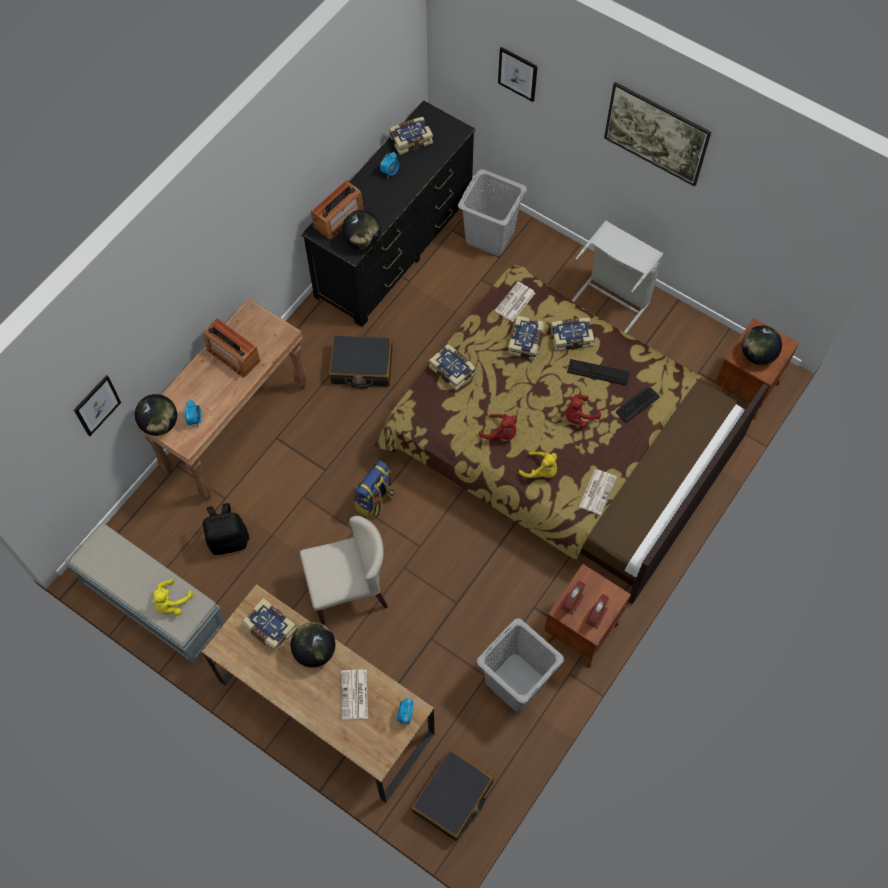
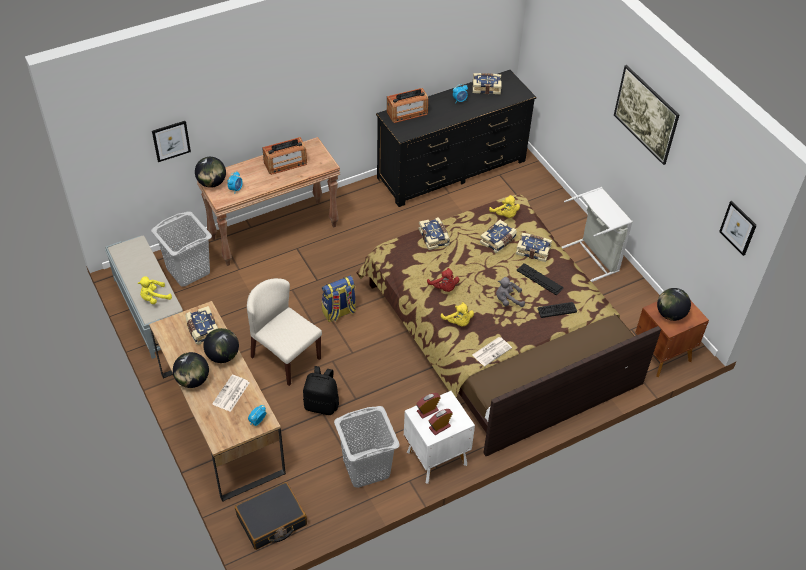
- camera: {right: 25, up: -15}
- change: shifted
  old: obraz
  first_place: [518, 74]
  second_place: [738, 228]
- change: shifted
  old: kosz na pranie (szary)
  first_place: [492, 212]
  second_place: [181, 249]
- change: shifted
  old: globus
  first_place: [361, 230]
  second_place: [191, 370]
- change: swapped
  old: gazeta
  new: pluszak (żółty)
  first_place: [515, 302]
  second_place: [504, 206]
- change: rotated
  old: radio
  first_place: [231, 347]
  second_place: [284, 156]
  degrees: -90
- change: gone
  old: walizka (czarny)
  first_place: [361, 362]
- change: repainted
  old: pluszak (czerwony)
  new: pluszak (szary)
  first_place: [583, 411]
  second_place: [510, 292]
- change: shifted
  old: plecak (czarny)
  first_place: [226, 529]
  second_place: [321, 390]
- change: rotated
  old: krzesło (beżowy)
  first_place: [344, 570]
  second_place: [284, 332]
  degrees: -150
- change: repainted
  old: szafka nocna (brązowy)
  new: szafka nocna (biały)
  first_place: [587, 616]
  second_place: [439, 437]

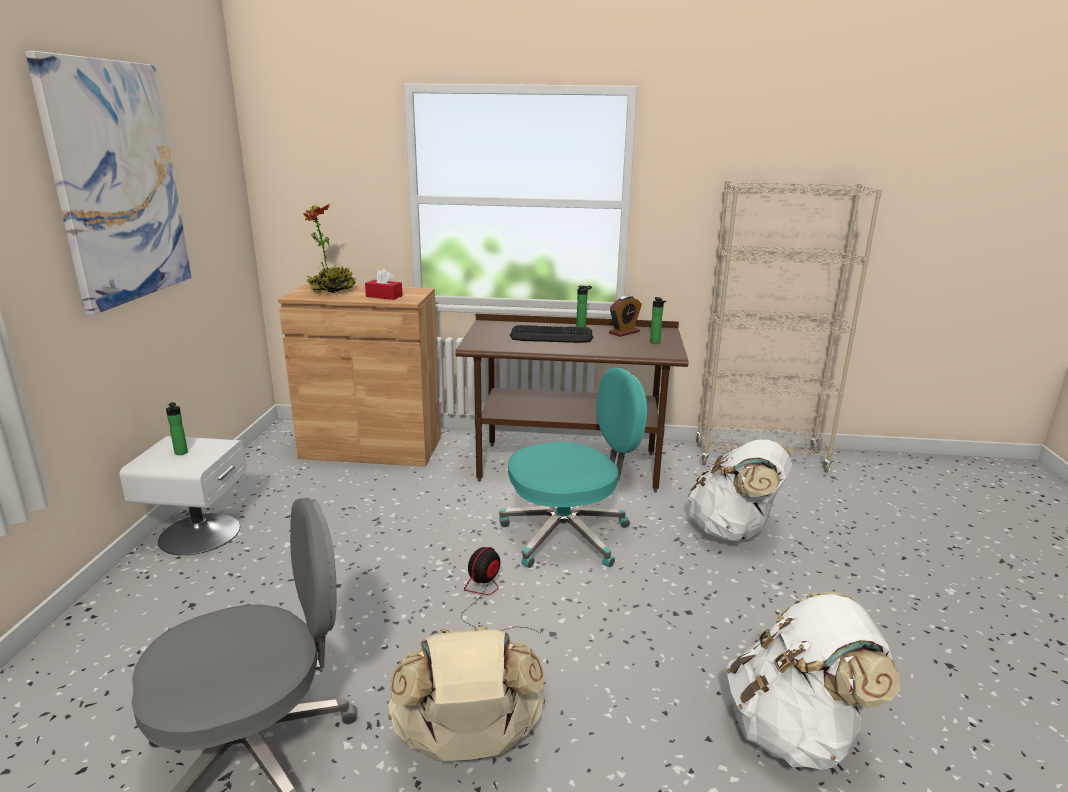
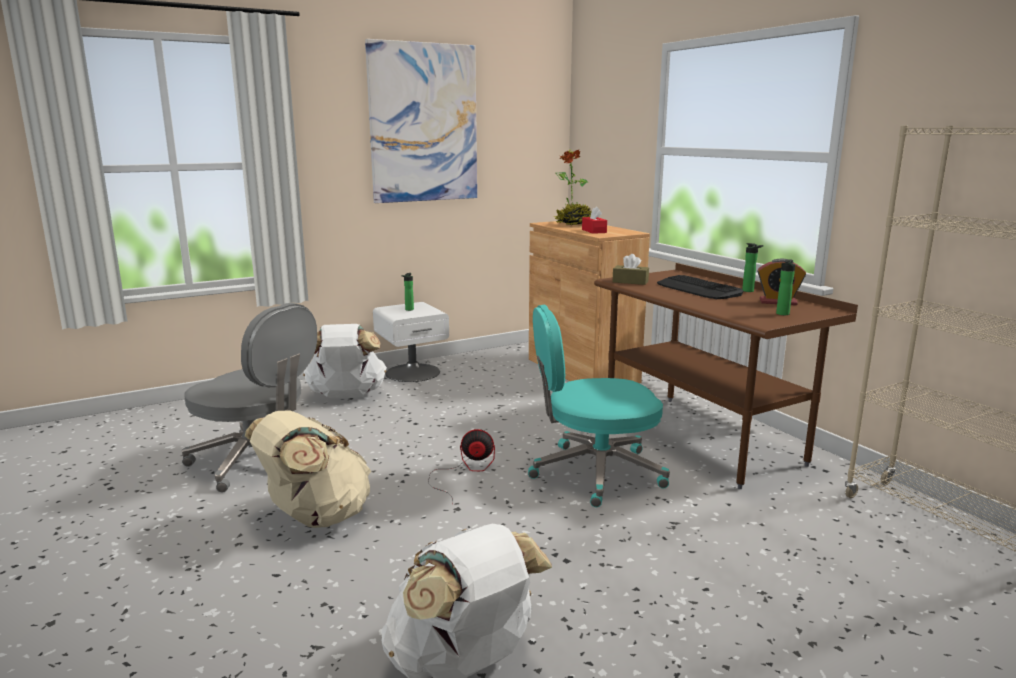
- camera: {right: 55, up: -5}
- change: rotated
  old: krzesło biurowe (turkusowy)
  first_place: [573, 468]
  second_place: [599, 406]
  degrees: 135
- change: shifted
  old: plecak (biały)
  first_place: [740, 490]
  second_place: [345, 361]
- change: new
  new: pudełko chusteczek (brązowy)
  second_place: [631, 269]

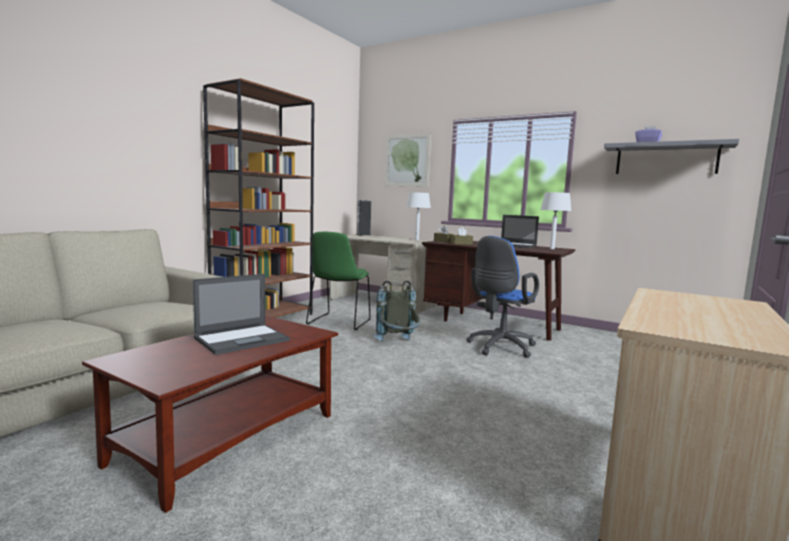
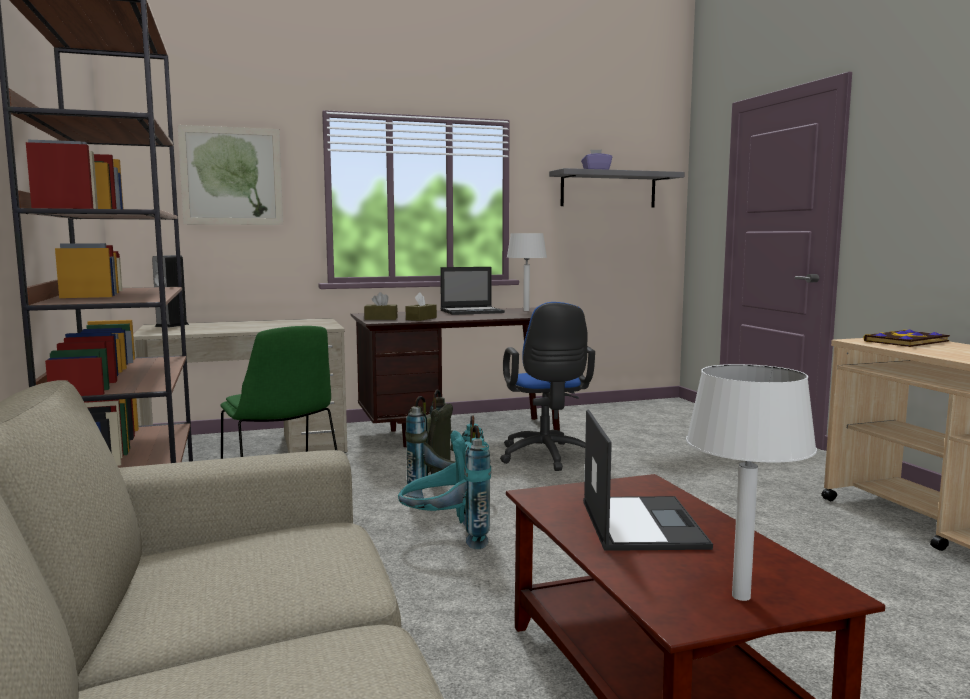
- camera: {right: -50, up: 0}
- change: shifted
  old: lampa stołowa (biały)
  first_place: [418, 216]
  second_place: [751, 482]
- change: new
  new: książka
  second_place: [906, 338]
- change: new
  new: plecak (turkusowy)
  second_place: [444, 482]

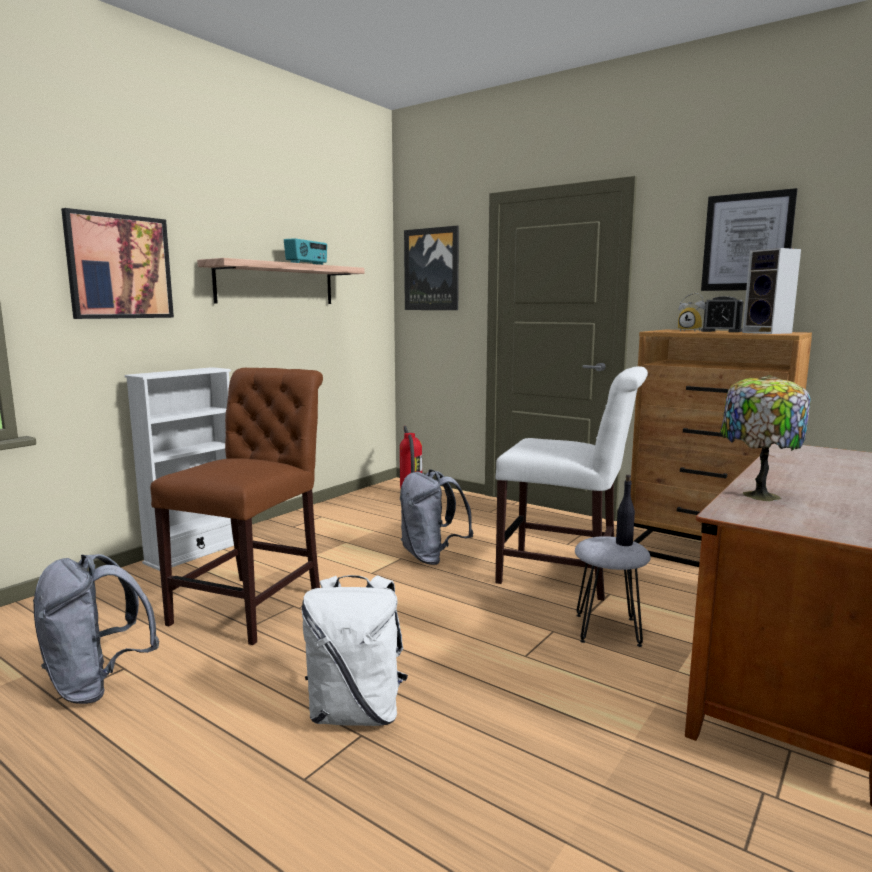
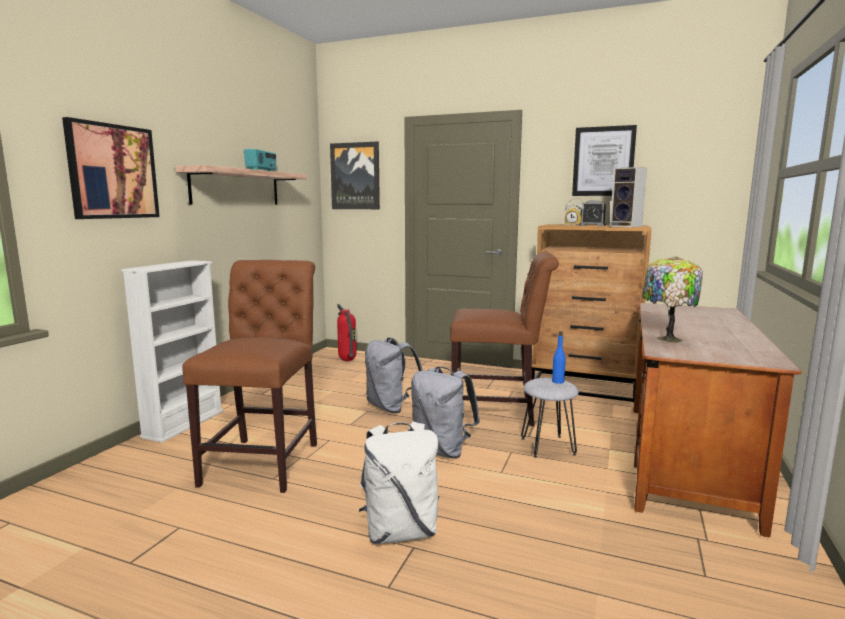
- camera: {right: -15, up: 0}
- change: repainted
  old: krzesło (biały)
  new: krzesło (brązowy)
  first_place: [571, 483]
  second_place: [504, 339]
- change: repainted
  old: butelka (czarny)
  new: butelka (niebieski)
  first_place: [625, 510]
  second_place: [559, 357]
- change: shifted
  old: plecak (szary)
  first_place: [96, 629]
  second_place: [445, 412]

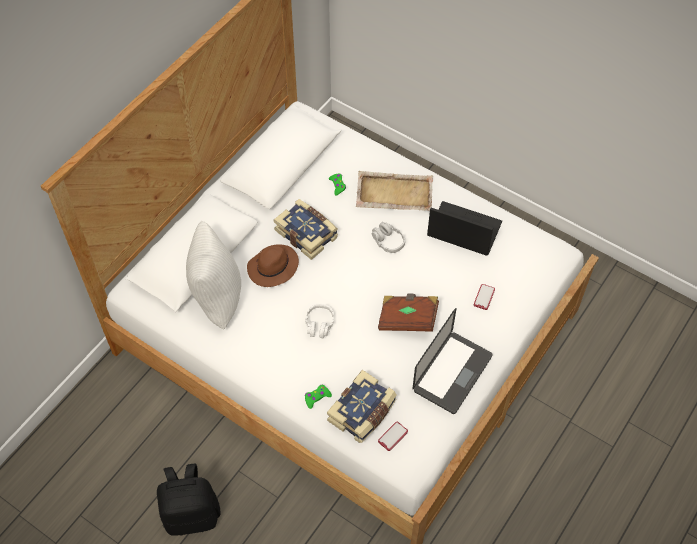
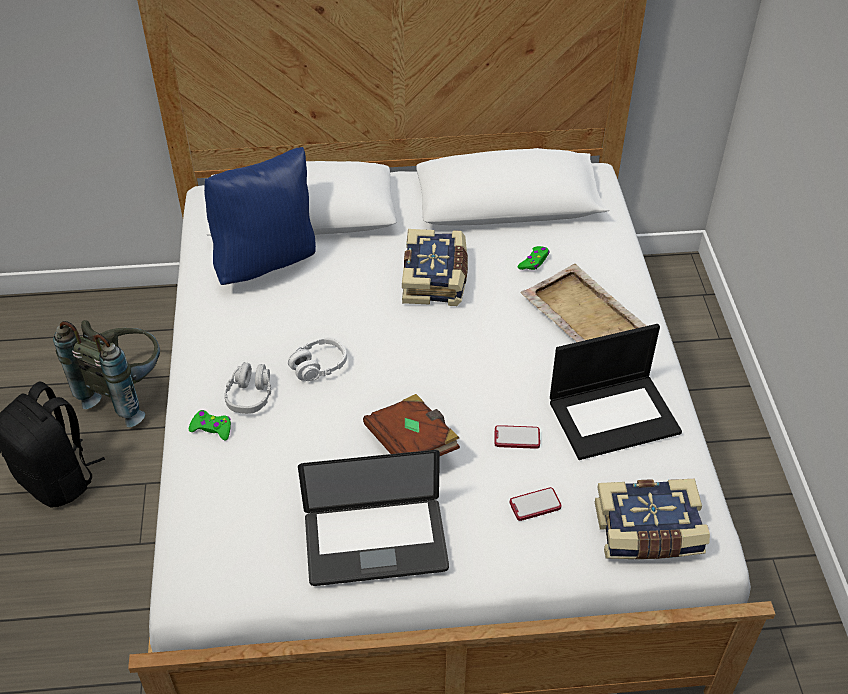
- camera: {right: 50, up: -10}
- change: rotated
  old: laptop
  first_place: [464, 228]
  second_place: [616, 392]
  degrees: 90
- change: repainted
  old: poduszka (biały)
  new: poduszka (niebieski)
  first_place: [213, 275]
  second_place: [260, 216]
- change: shifted
  old: słuchawki (szary)
  first_place: [388, 237]
  second_place: [247, 388]
- change: gone
  old: kapelusz (brązowy)
  first_place: [273, 265]
- change: shifted
  old: książka
  first_place: [361, 406]
  second_place: [652, 519]
- change: shifted
  old: telefon
  first_place: [393, 436]
  second_place: [517, 437]
- change: new
  new: plecak (szary)
  second_place: [106, 373]

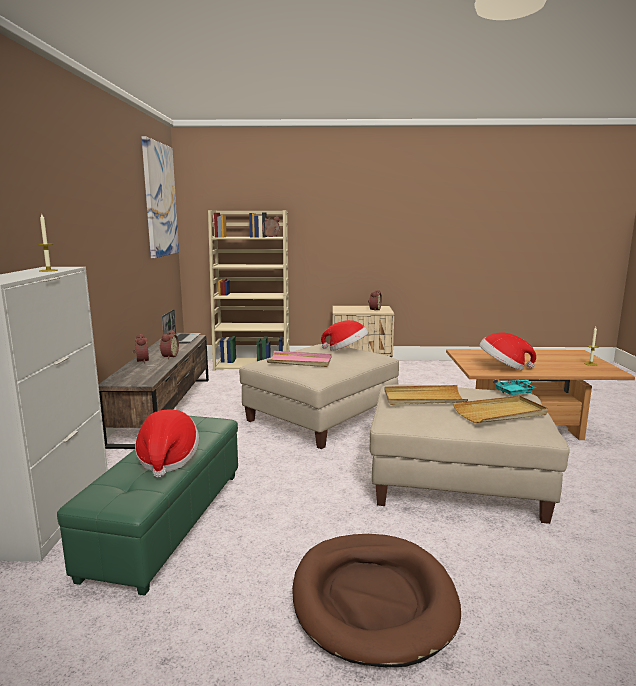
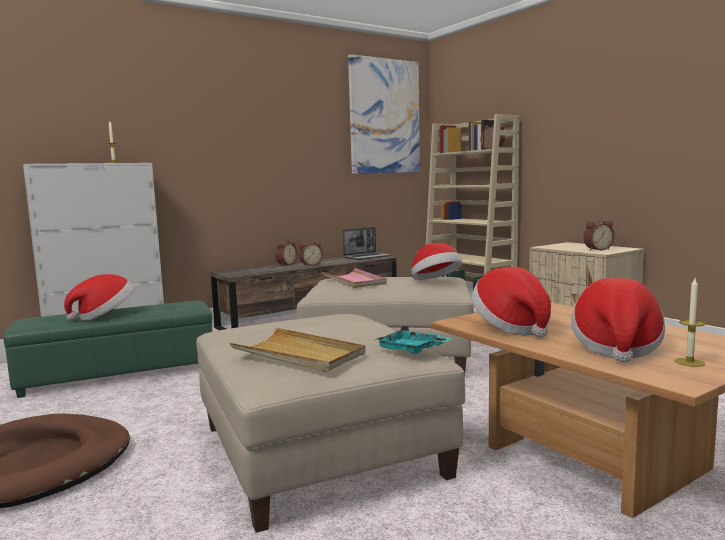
- camera: {right: 55, up: -5}
- change: gone
  old: taca (beżowy)
  first_place: [426, 395]
- change: new
  new: kapelusz
  second_place: [618, 320]

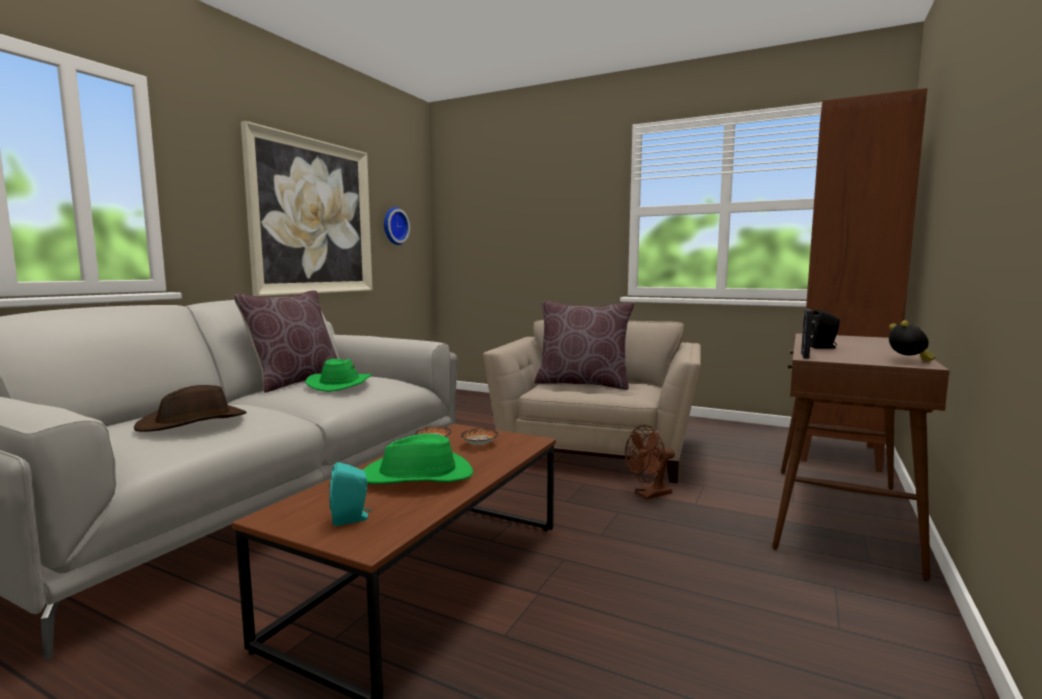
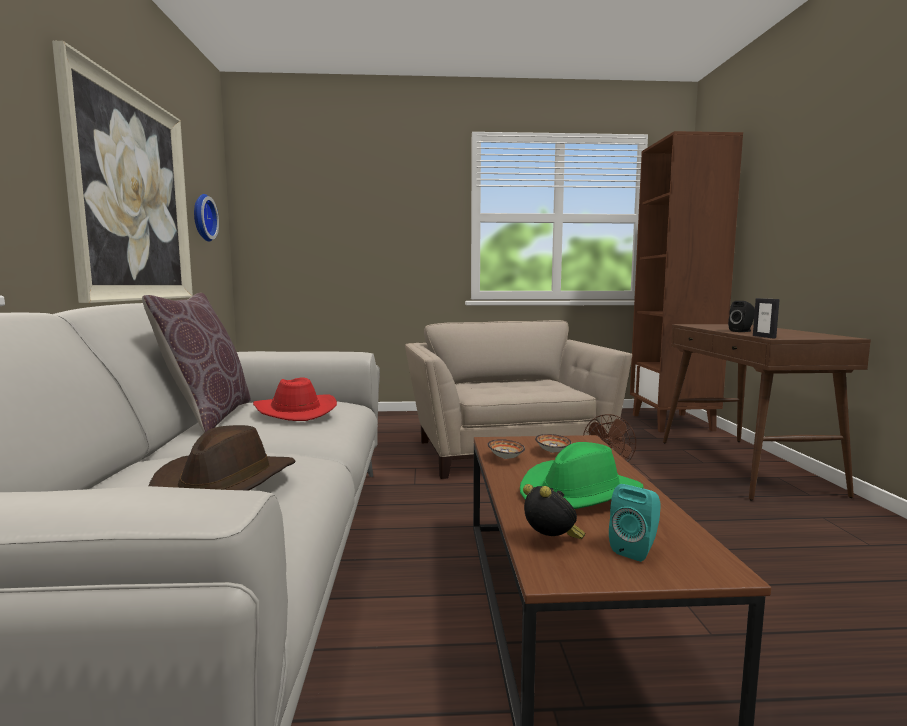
- camera: {right: -30, up: 0}
- change: gone
  old: poduszka (brązowy)
  first_place: [584, 345]
- change: shifted
  old: budzik
  first_place: [912, 340]
  second_place: [554, 511]
- change: repainted
  old: kapelusz (zielony)
  new: kapelusz (czerwony)
  first_place: [338, 375]
  second_place: [295, 399]

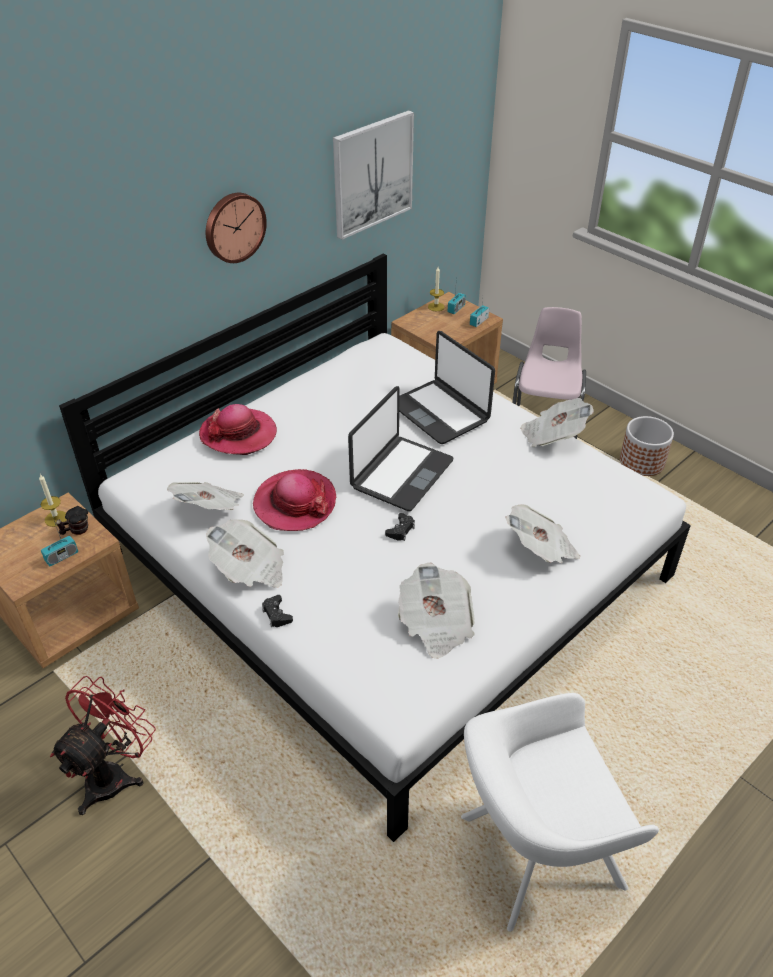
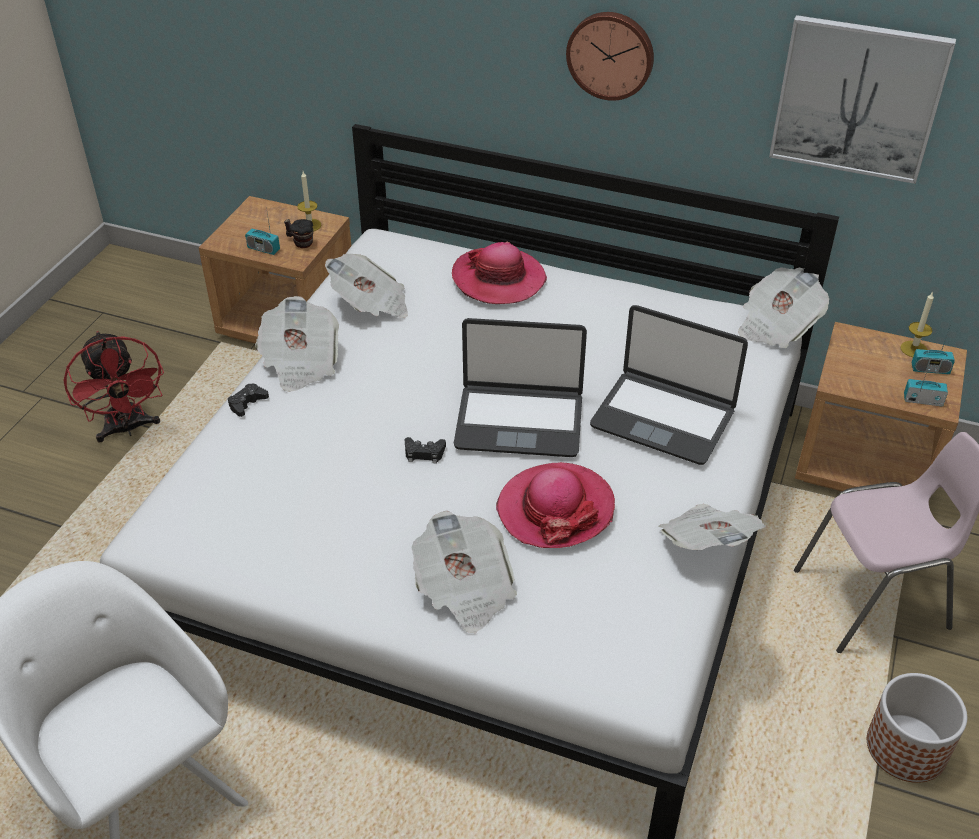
- camera: {right: 65, up: 0}
- change: rotated
  old: laptop
  first_place: [447, 387]
  second_place: [669, 385]
  degrees: -90
- change: shifted
  old: kapelusz
  first_place: [294, 500]
  second_place: [555, 505]
- change: shifted
  old: gazeta
  first_place: [436, 611]
  second_place: [783, 307]
- change: rotated
  old: wentylator (czerwony)
  first_place: [103, 745]
  second_place: [114, 386]
  degrees: 60

